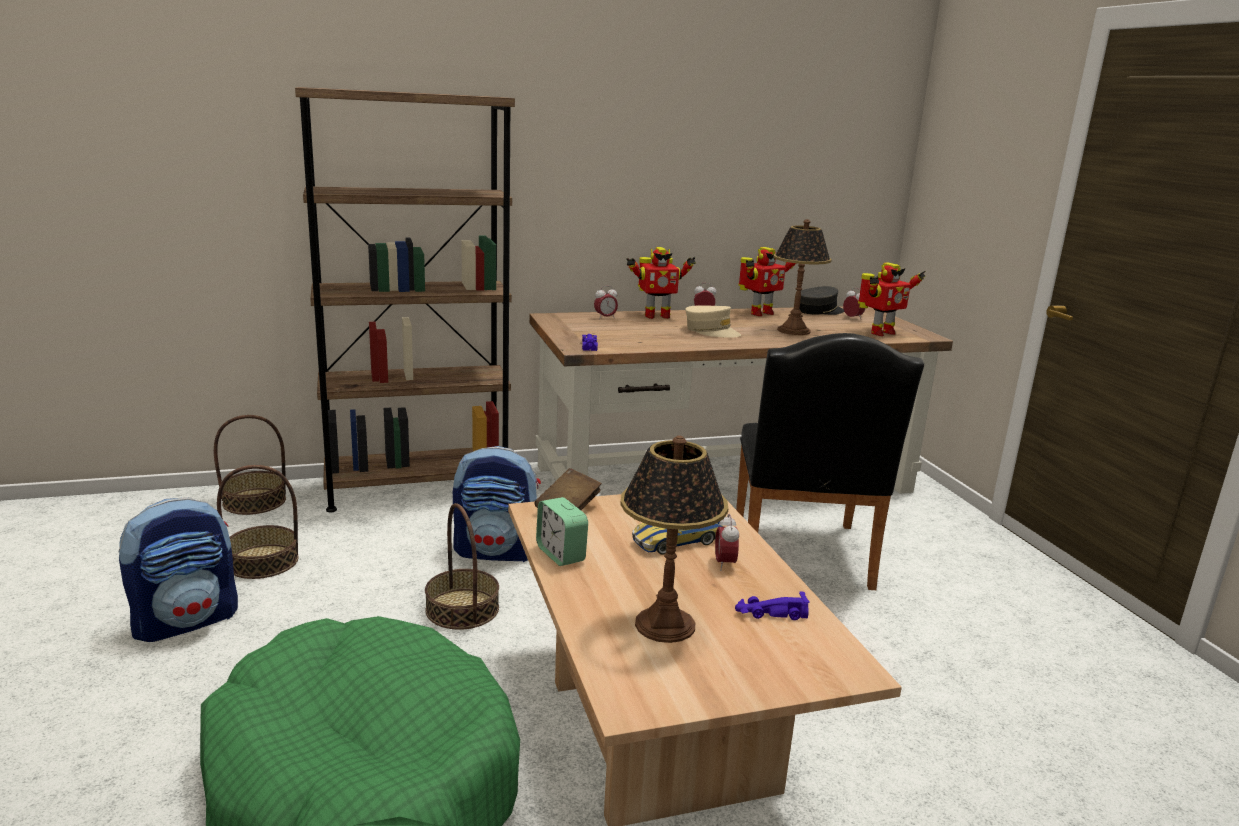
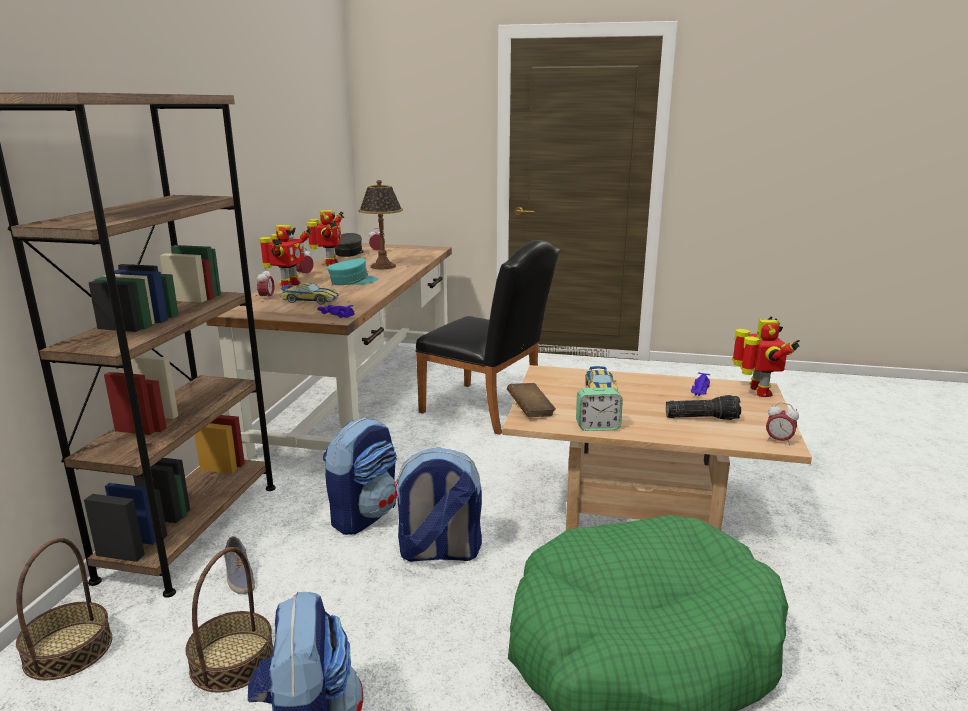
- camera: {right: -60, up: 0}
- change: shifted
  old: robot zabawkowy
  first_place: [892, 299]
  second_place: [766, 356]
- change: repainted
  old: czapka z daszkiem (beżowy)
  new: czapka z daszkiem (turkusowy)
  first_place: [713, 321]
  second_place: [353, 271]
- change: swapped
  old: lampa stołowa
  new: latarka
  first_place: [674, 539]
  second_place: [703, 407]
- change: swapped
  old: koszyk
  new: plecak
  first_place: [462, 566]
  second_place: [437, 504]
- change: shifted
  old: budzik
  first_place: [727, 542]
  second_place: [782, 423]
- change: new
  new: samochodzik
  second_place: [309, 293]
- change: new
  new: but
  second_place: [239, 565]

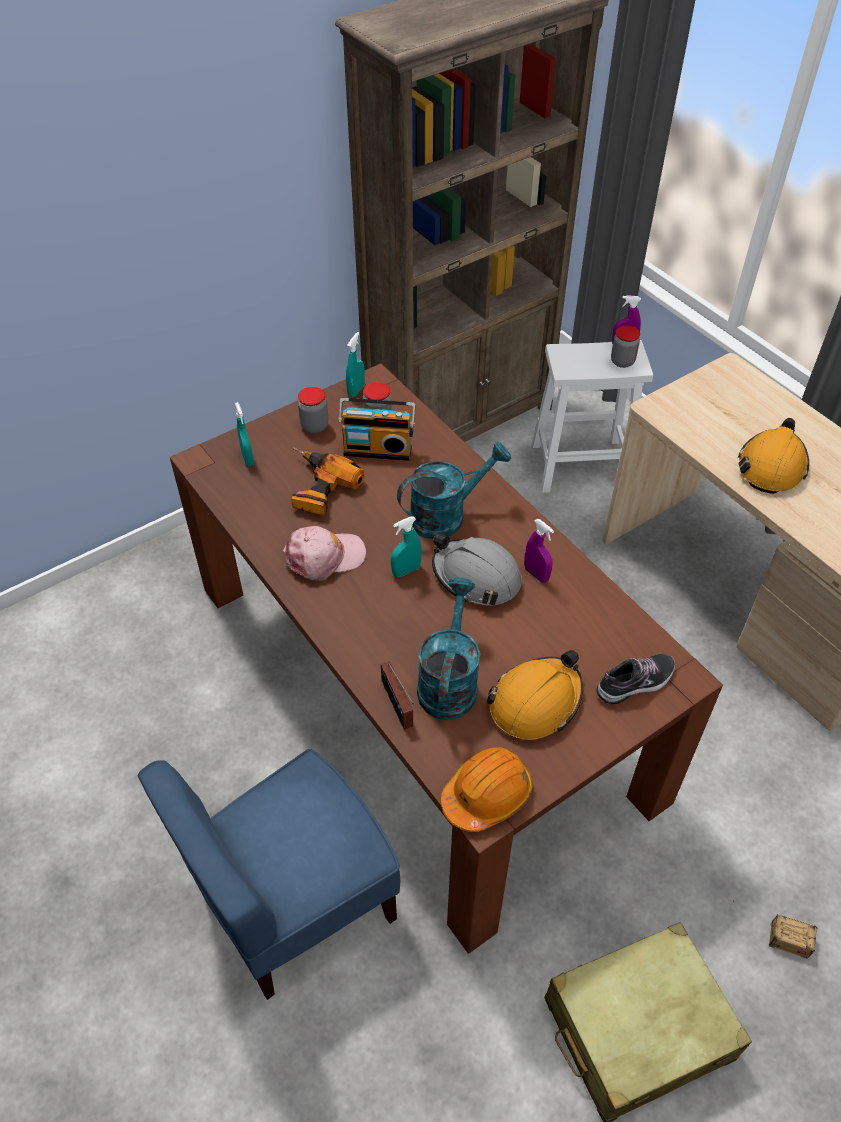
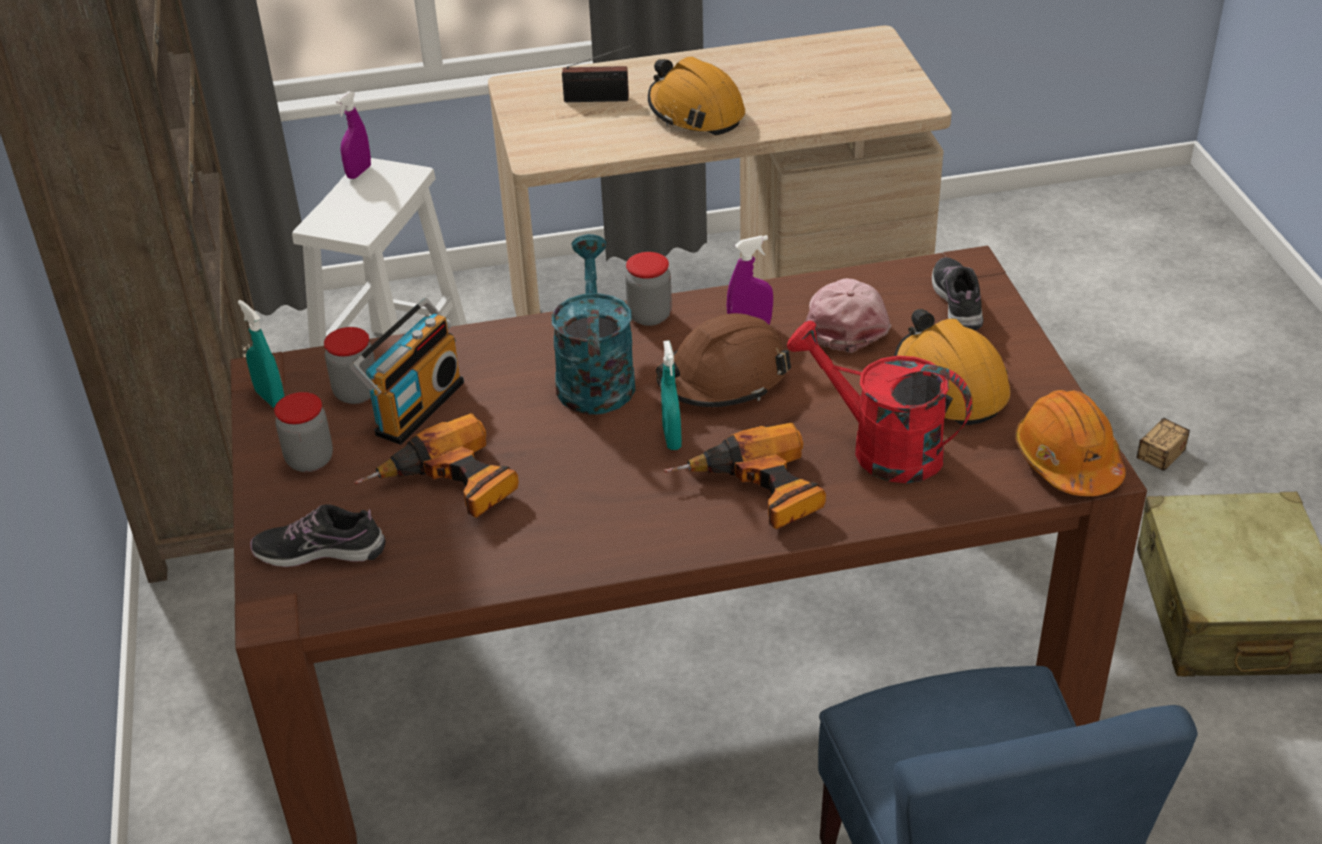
- camera: {right: -65, up: -10}
- change: shifted
  old: słoik
  first_place: [625, 346]
  second_place: [648, 289]
- change: swapped
  old: spryskiwacz (turkusowy)
  new: but
  first_place: [244, 434]
  second_place: [317, 535]
- change: shifted
  old: czapka z daszkiem (różowy)
  first_place: [324, 553]
  second_place: [848, 315]
- change: repainted
  old: kask (szary)
  new: kask (brązowy)
  first_place: [477, 570]
  second_place: [723, 360]
- change: repainted
  old: konewka (turkusowy)
  new: konewka (czerwony)
  first_place: [449, 649]
  second_place: [879, 401]
- change: shifted
  old: radio
  first_place: [397, 695]
  second_place: [598, 73]
- change: new
  new: wiertarka
  second_place: [745, 476]

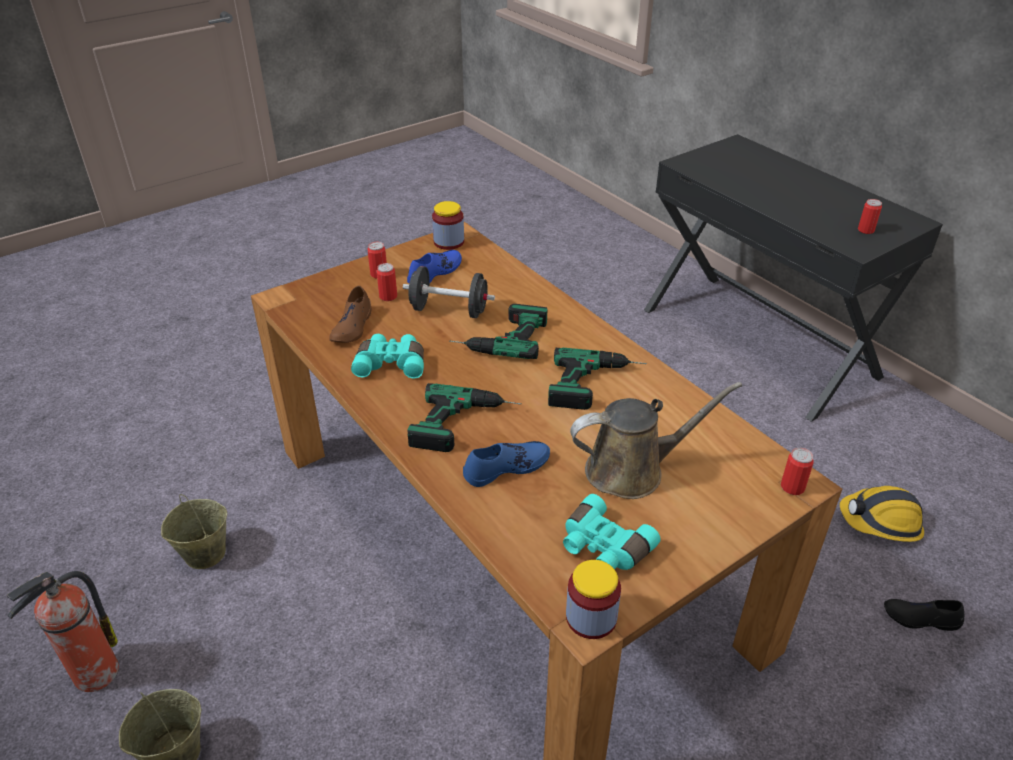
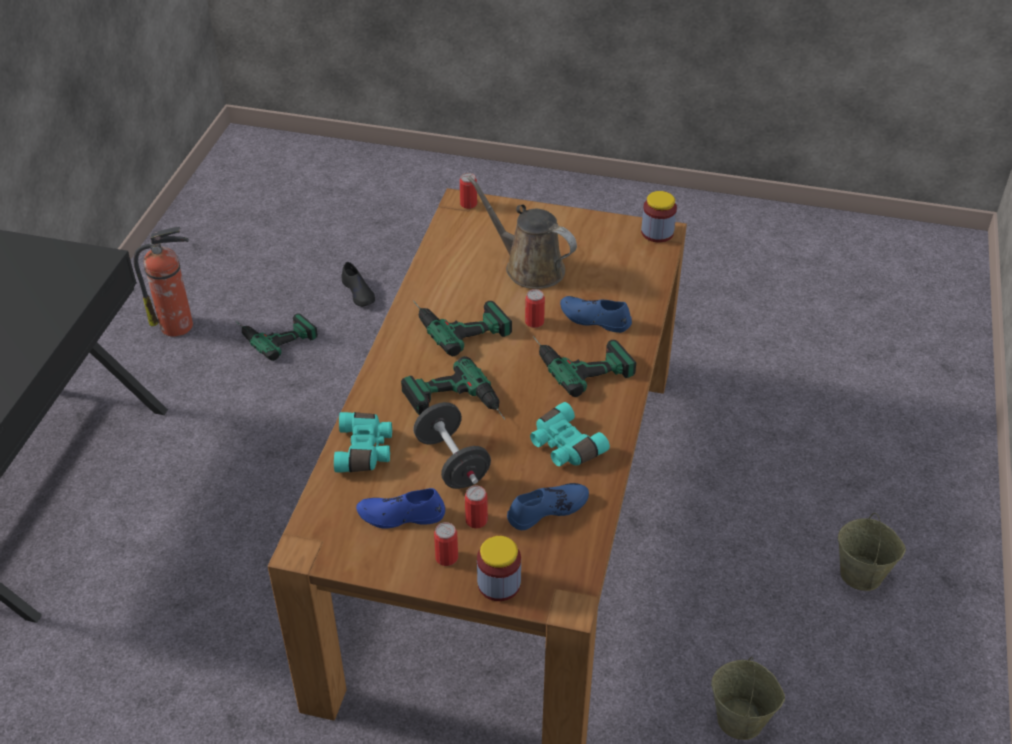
- camera: {right: -130, up: 5}
- change: shifted
  old: puszka
  first_place: [870, 216]
  second_place: [535, 308]
- change: shifted
  old: słoik
  first_place: [448, 225]
  second_place: [499, 568]
- change: repainted
  old: but (brązowy)
  new: but (niebieski)
  first_place: [350, 314]
  second_place: [548, 506]
- change: swapped
  old: kask
  new: wiertarka
  first_place: [882, 514]
  second_place: [277, 337]
- change: shifted
  old: lornetka (turkusowy)
  first_place: [612, 532]
  second_place: [363, 442]
- change: shifted
  old: gaśnica
  first_place: [63, 631]
  second_place: [163, 282]

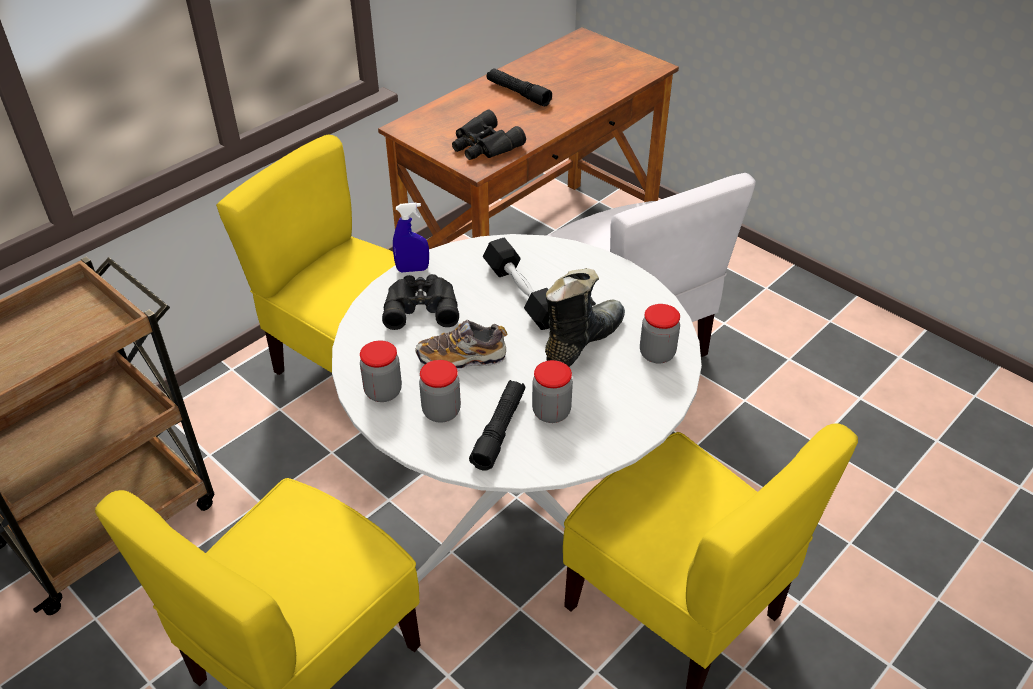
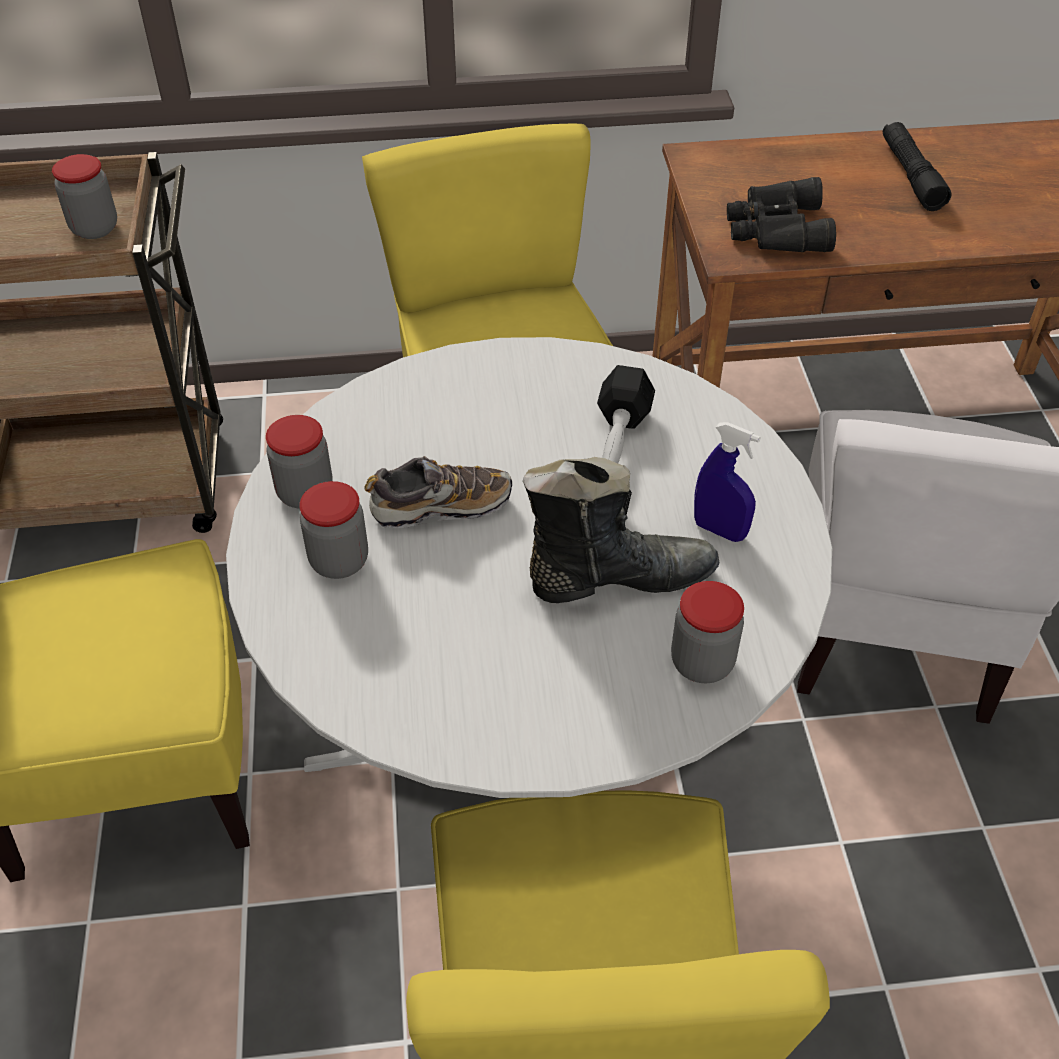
- camera: {right: 40, up: 5}
- change: shifted
  old: spryskiwacz (niebieski)
  first_place: [411, 237]
  second_place: [727, 482]
- change: gone
  old: lornetka (czarny)
  first_place: [420, 302]
- change: rotated
  old: but
  first_place: [461, 345]
  second_place: [438, 492]
  degrees: 135
- change: shifted
  old: słoik
  first_place: [552, 391]
  second_place: [84, 196]
- change: gone
  old: latarka (czarny)
  first_place: [497, 425]

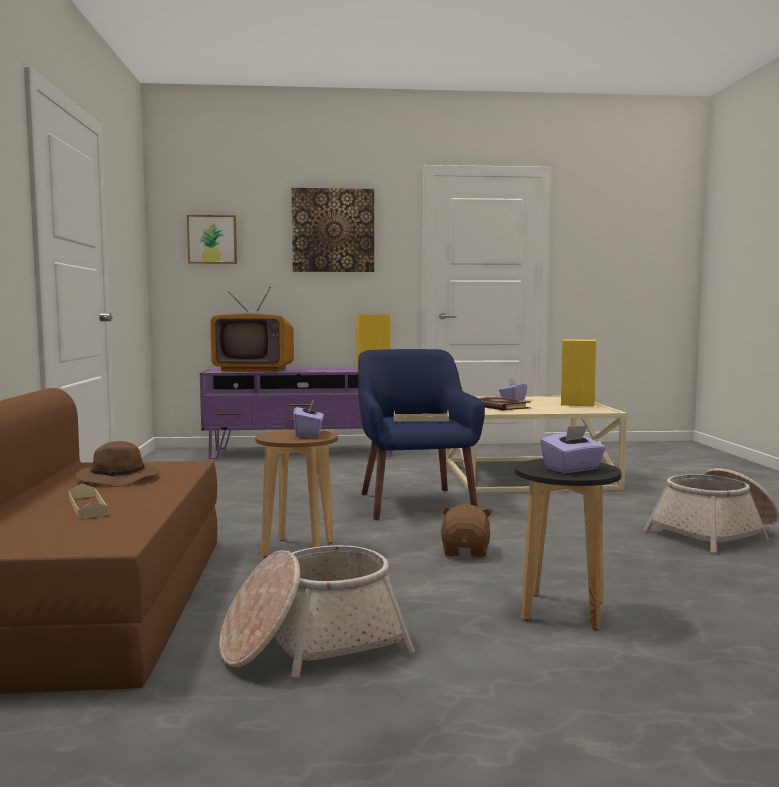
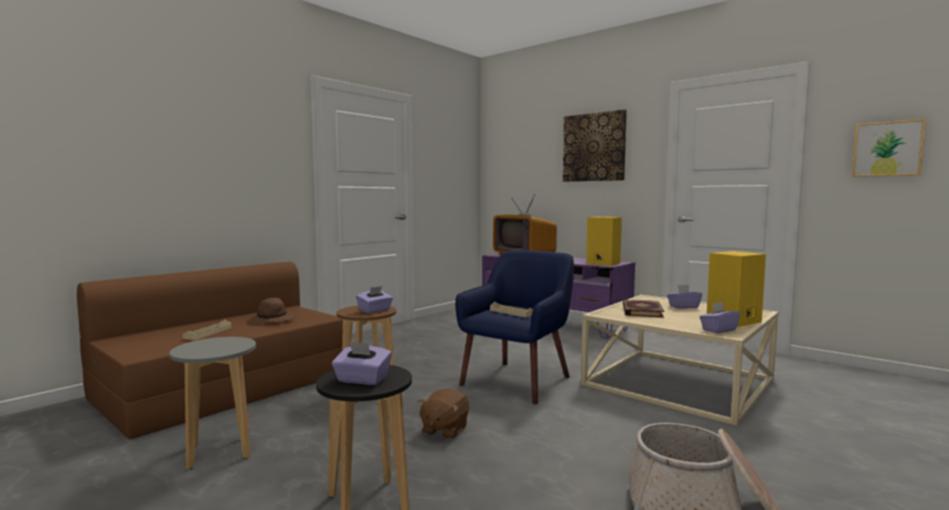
- camera: {right: 45, up: 0}
- change: shifted
  old: obraz
  first_place: [212, 239]
  second_place: [889, 148]
- change: rotated
  old: pluszak (brązowy)
  first_place: [467, 530]
  second_place: [443, 413]
  degrees: 150
- change: swapped
  old: koszyk
  new: stołek (szary)
  first_place: [317, 611]
  second_place: [212, 403]
- change: new
  new: pudełko chusteczek (fioletowy)
  second_place: [720, 317]

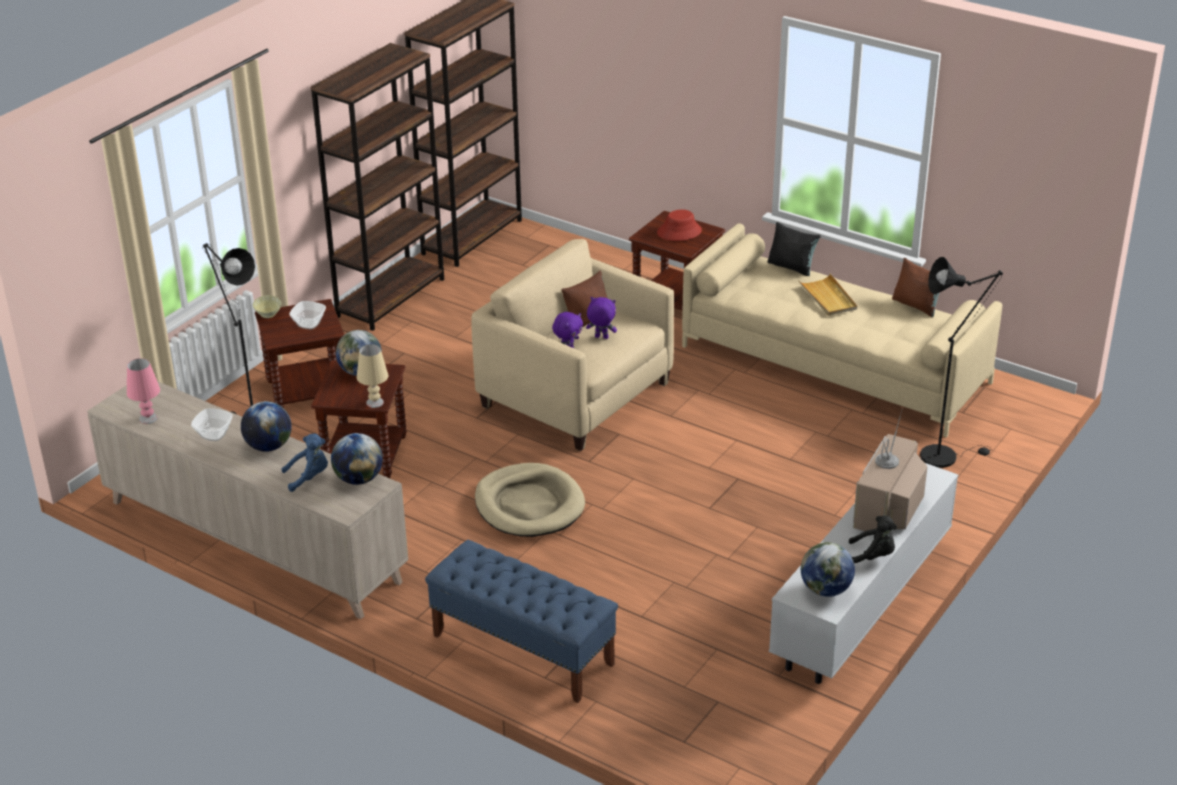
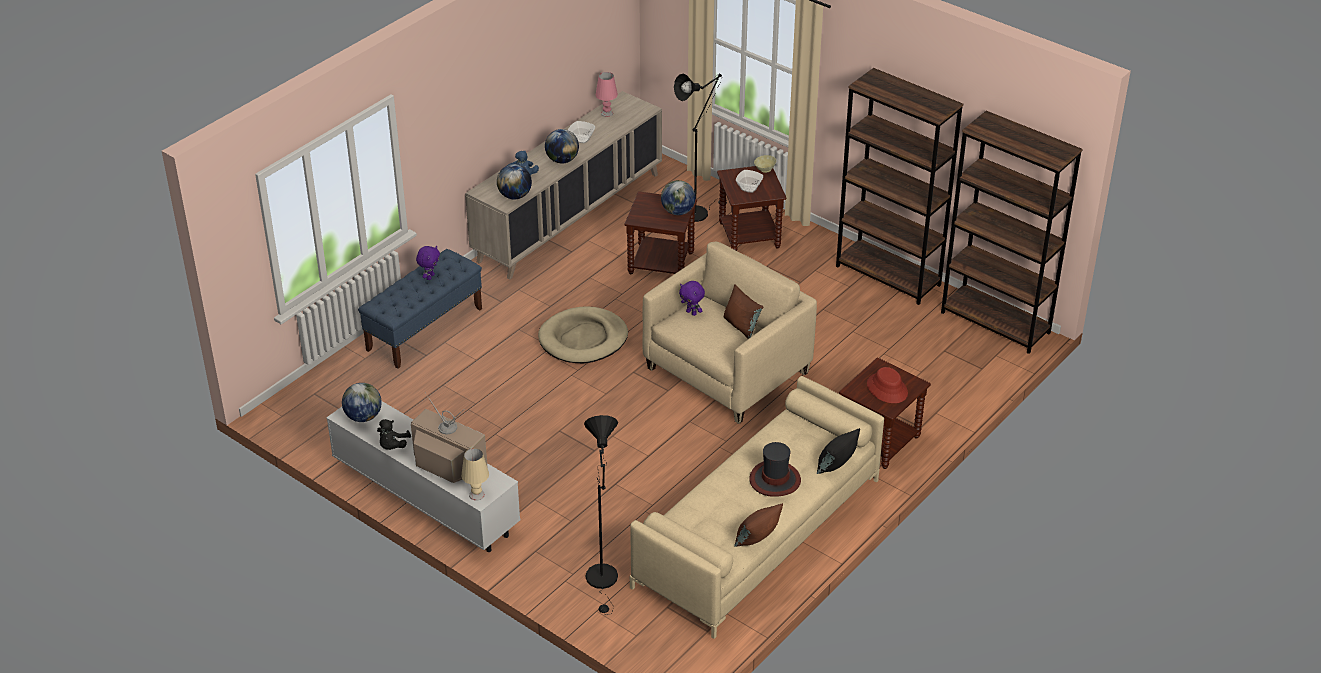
- camera: {right: 95, up: 5}
- change: swapped
  old: taca (beżowy)
  new: kapelusz
  first_place: [827, 295]
  second_place: [775, 469]
- change: shifted
  old: pluszak (fioletowy)
  first_place: [601, 318]
  second_place: [428, 263]
- change: shifted
  old: lampa stołowa (beżowy)
  first_place: [373, 376]
  second_place: [475, 474]

